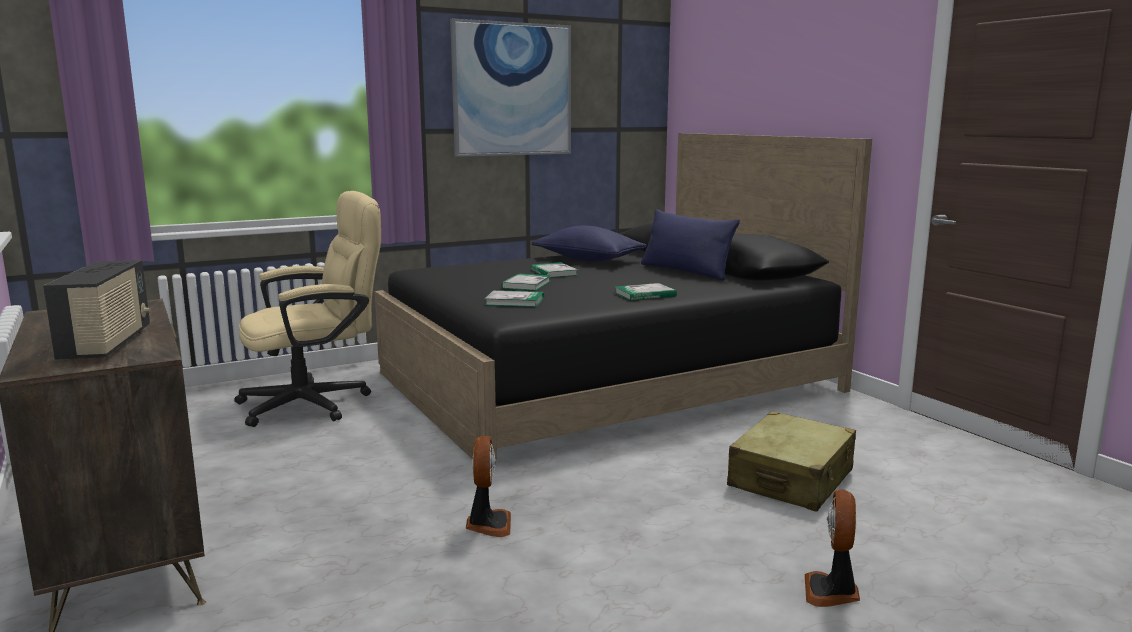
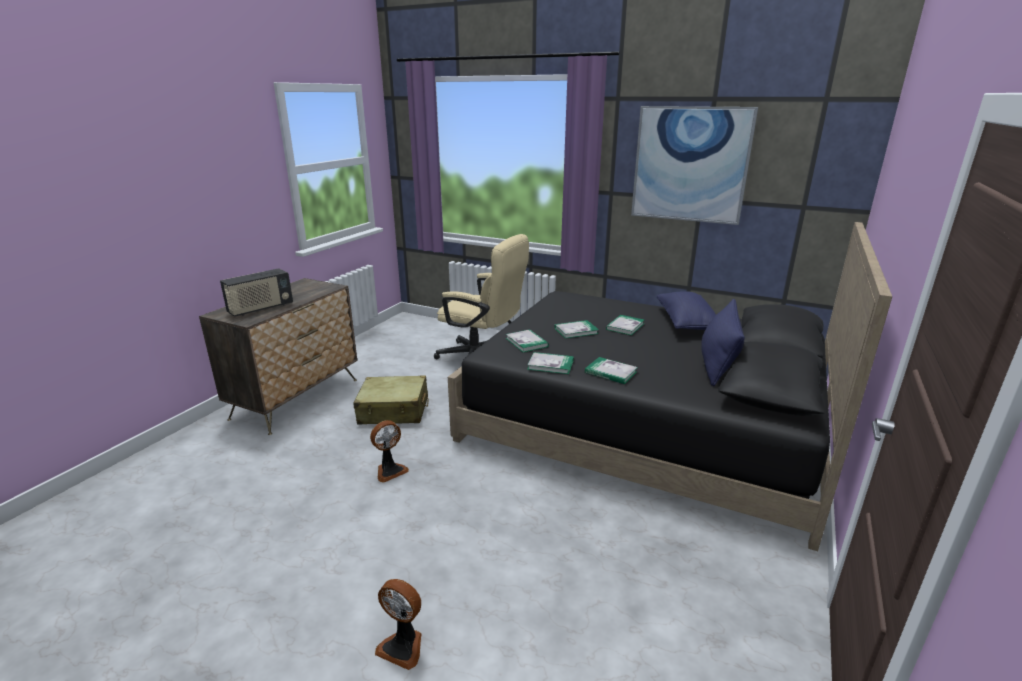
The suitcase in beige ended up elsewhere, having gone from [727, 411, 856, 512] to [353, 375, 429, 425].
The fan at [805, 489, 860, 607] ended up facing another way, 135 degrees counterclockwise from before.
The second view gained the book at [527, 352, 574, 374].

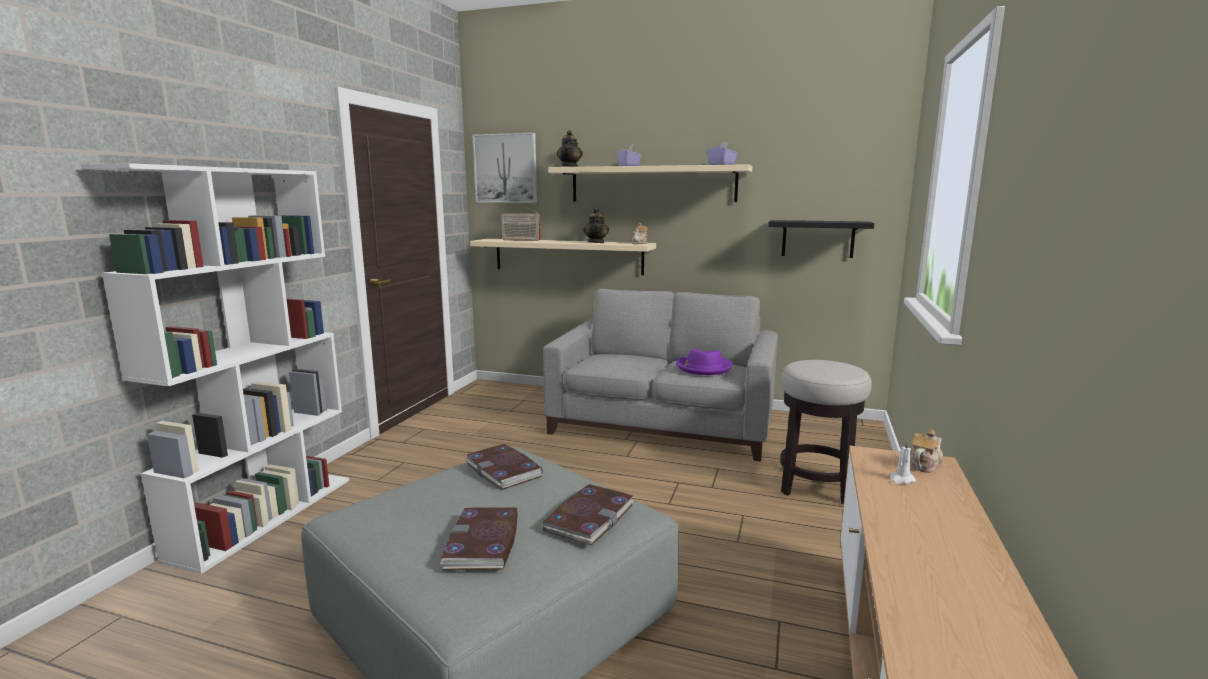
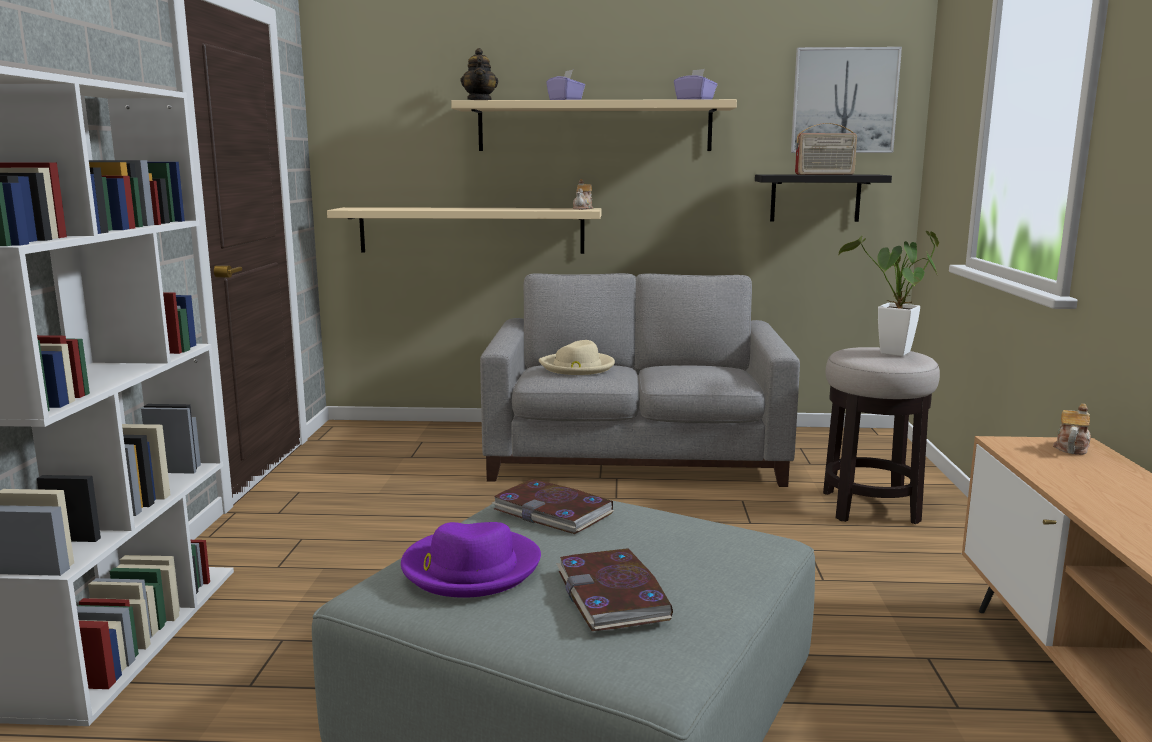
The hat in purple ended up elsewhere, having gone from [676, 349, 733, 375] to [401, 522, 541, 598].
The second view gained the hat in beige at [539, 340, 615, 375].
The picture ended up elsewhere, having gone from [473, 133, 537, 203] to [791, 47, 902, 153].
The radio ended up elsewhere, having gone from [501, 207, 541, 241] to [795, 123, 857, 175].
The second view gained the potted plant at [839, 231, 939, 356].
The second view lost the book at [543, 484, 634, 546].
The second view lost the teapot at [583, 208, 609, 243].
The second view lost the candle in white at [890, 440, 916, 484].

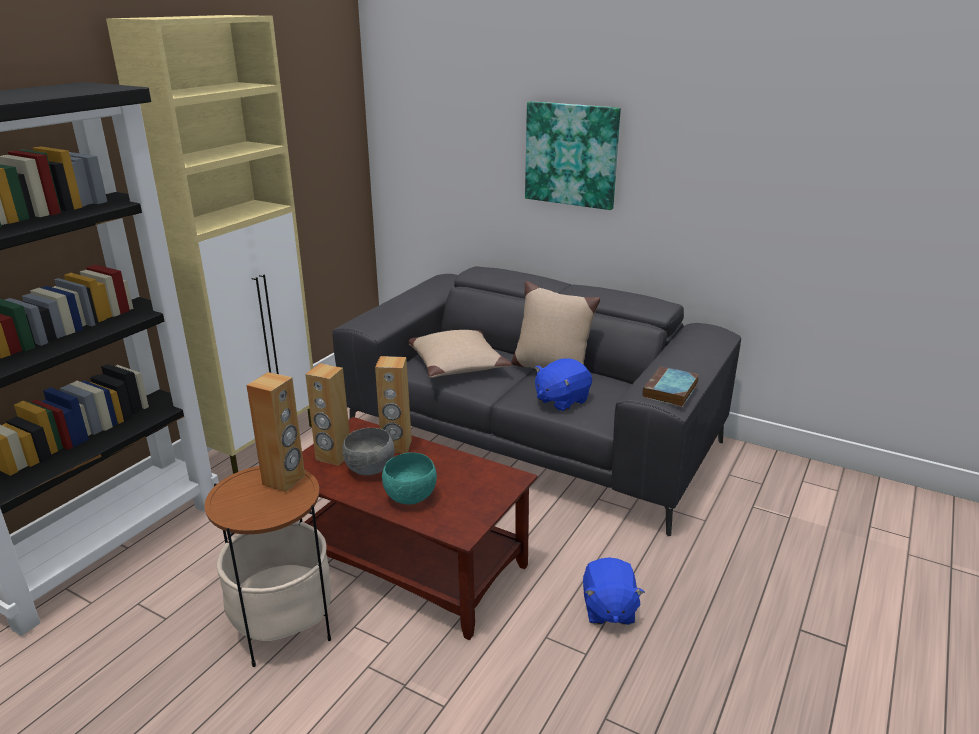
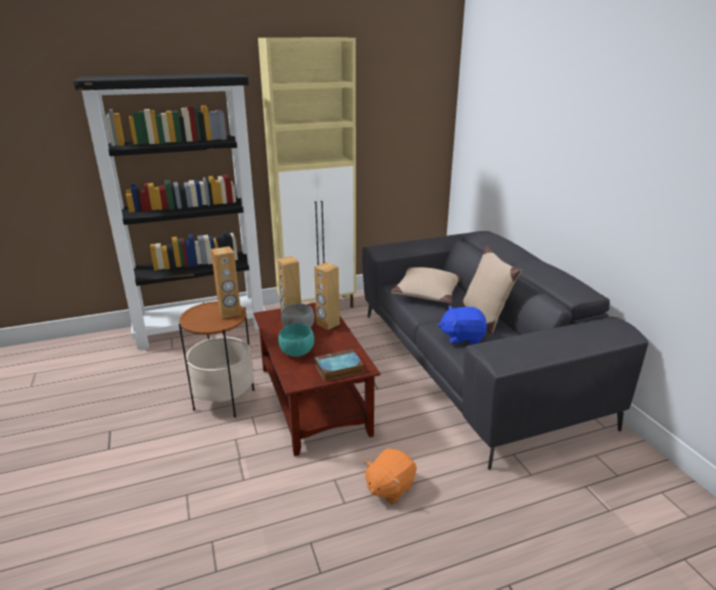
The book ended up elsewhere, having gone from [642, 366, 699, 407] to [314, 349, 364, 381].
What was the plush toy in blue at [583, 557, 645, 625] turned into the plush toy in orange at [364, 448, 417, 505].
The second view lost the picture at [525, 101, 621, 210].

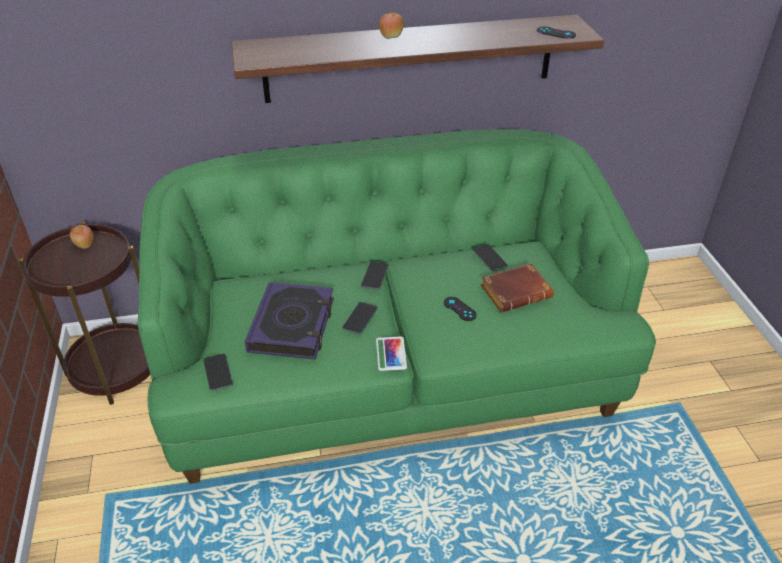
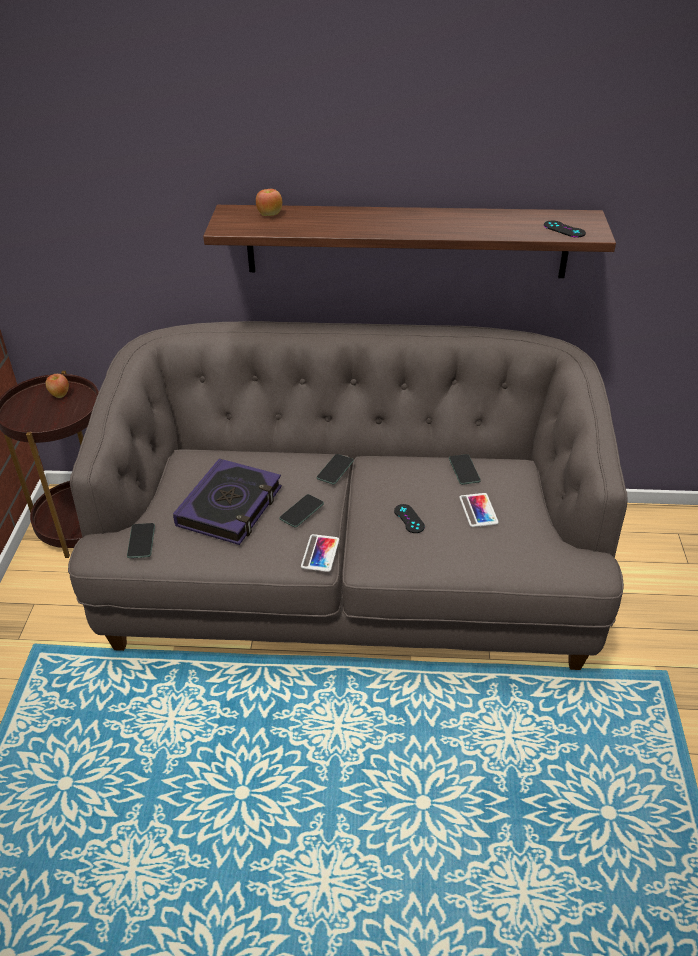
What was the sofa in green at [138, 129, 656, 484] turned into the sofa in grey at [68, 321, 627, 670].
The apple ended up elsewhere, having gone from [379, 13, 404, 39] to [256, 189, 282, 216].
Where the book in brown stood at [480, 263, 554, 313], the phone came to stand at [459, 493, 499, 527].

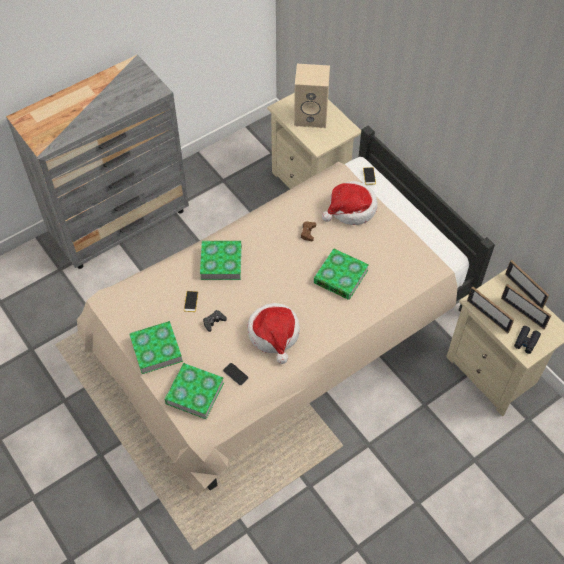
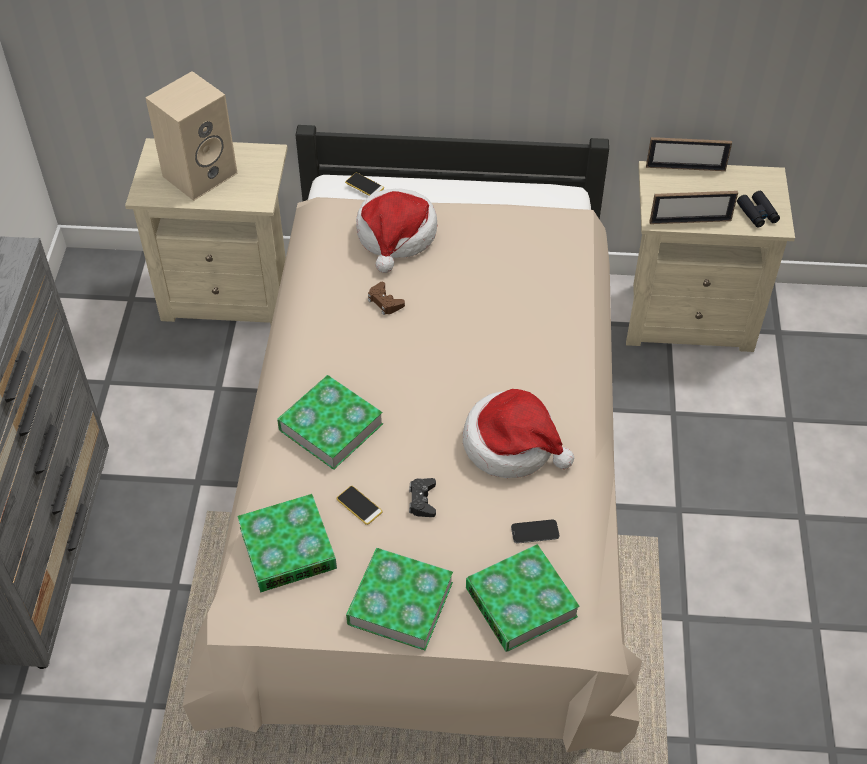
The book ended up elsewhere, having gone from [314, 248, 369, 300] to [237, 494, 337, 593].
The second view lost the picture frame at [501, 284, 552, 329].

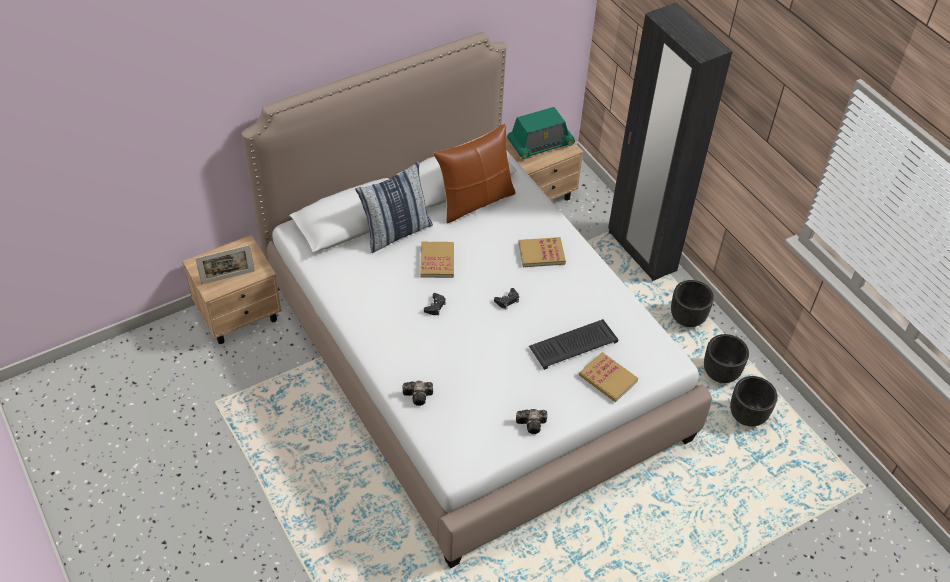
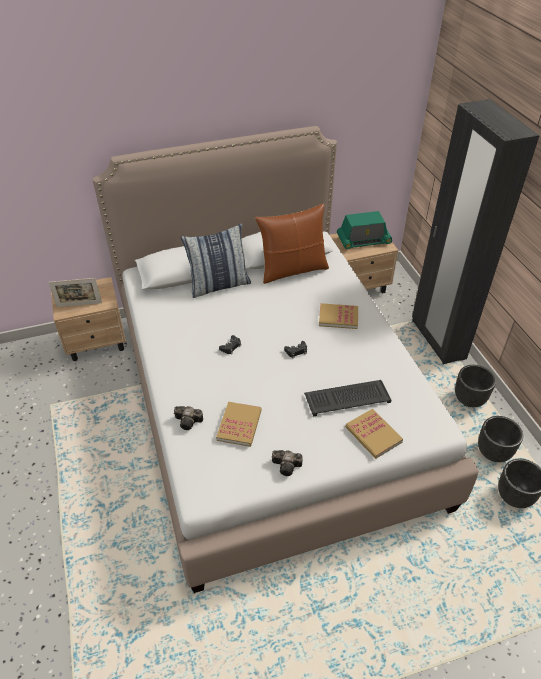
The book ended up elsewhere, having gone from [420, 242, 454, 278] to [216, 402, 262, 447].

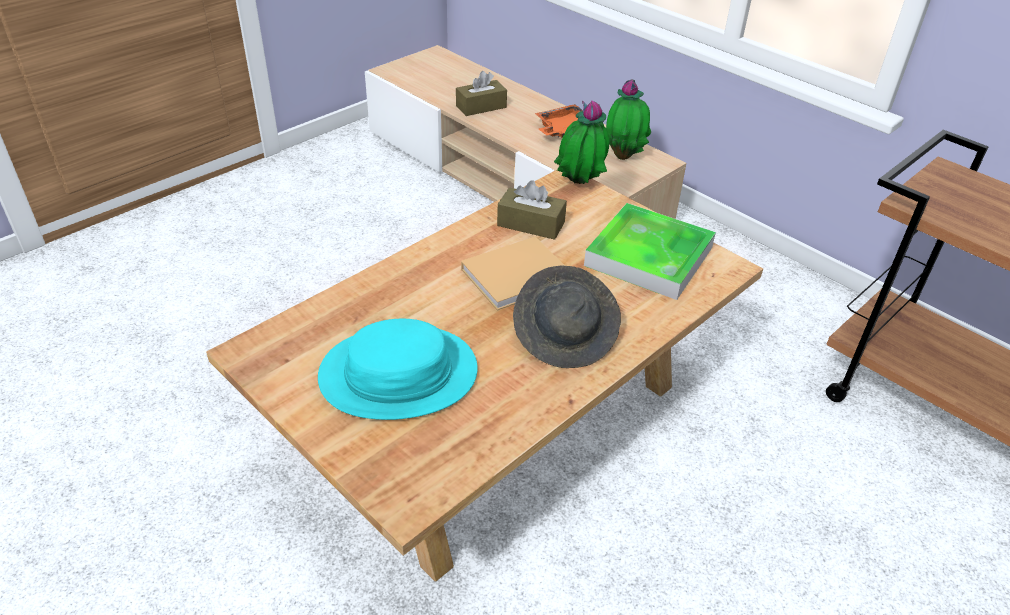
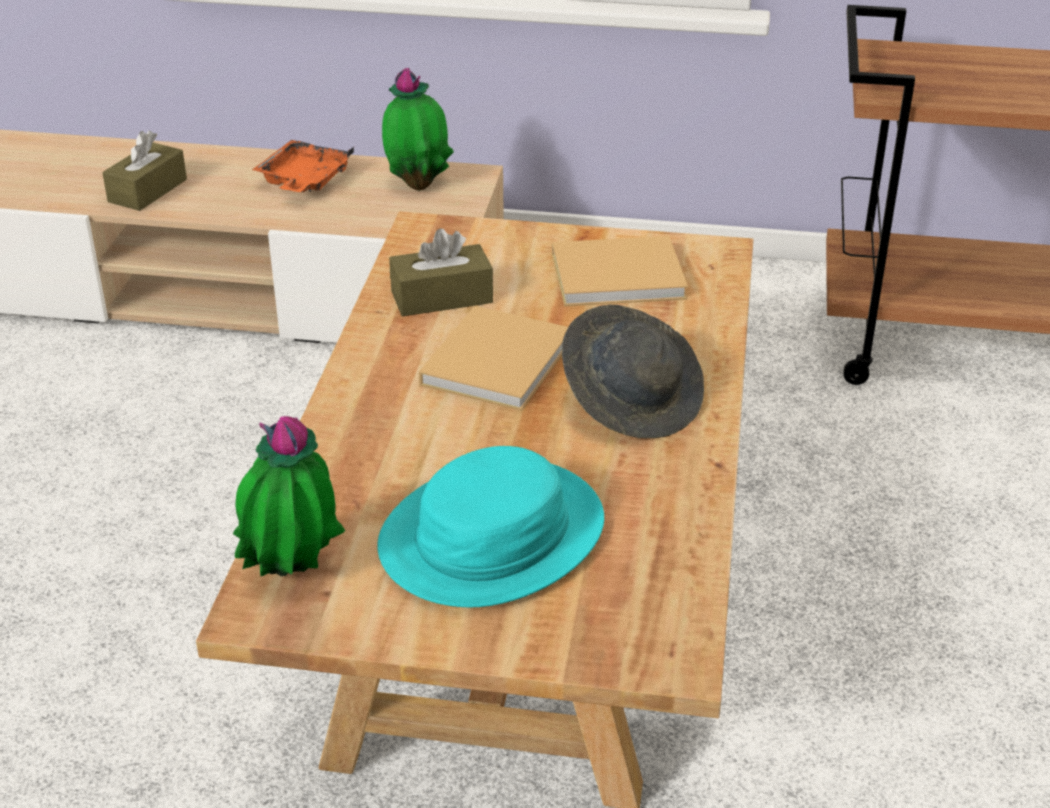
The potted plant ended up elsewhere, having gone from [554, 101, 610, 184] to [233, 416, 345, 576].
Where the tray stood at [584, 203, 716, 300], the book in beige came to stand at [552, 236, 688, 306].

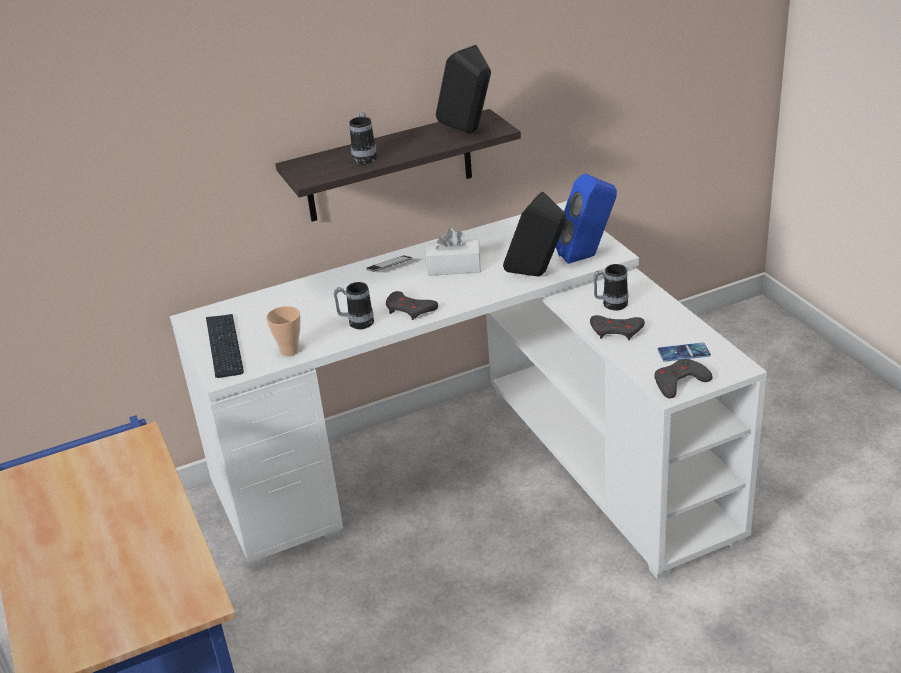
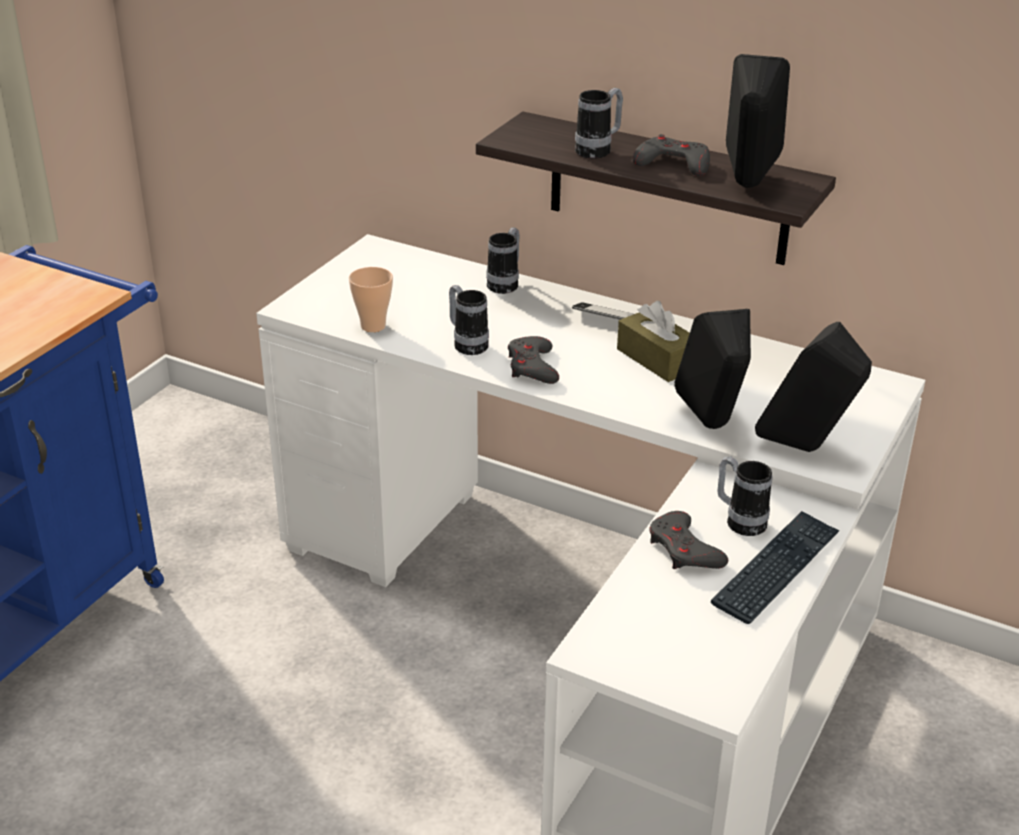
The second view gained the mug at [486, 227, 520, 294].
What was the tissue box in white at [426, 228, 481, 276] turned into the tissue box in brown at [617, 301, 690, 382].
The game controller in grey ended up elsewhere, having gone from [654, 359, 712, 399] to [633, 134, 710, 176].
The keyboard ended up elsewhere, having gone from [206, 314, 244, 378] to [711, 511, 840, 624].
What was the speaker in blue at [556, 173, 617, 264] turned into the speaker in black at [755, 322, 872, 452].
The second view lost the phone at [658, 343, 711, 362].

